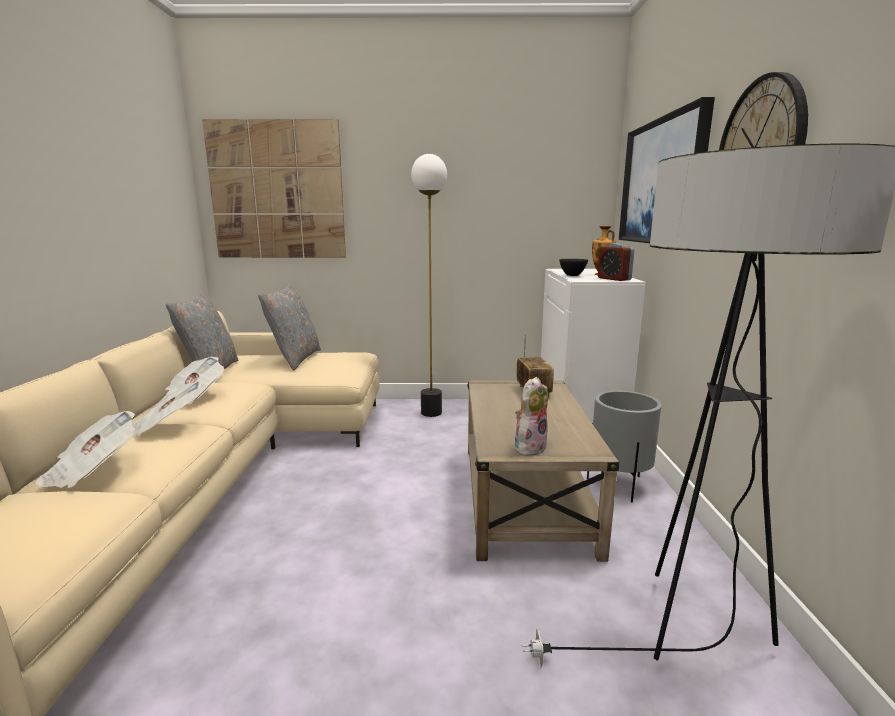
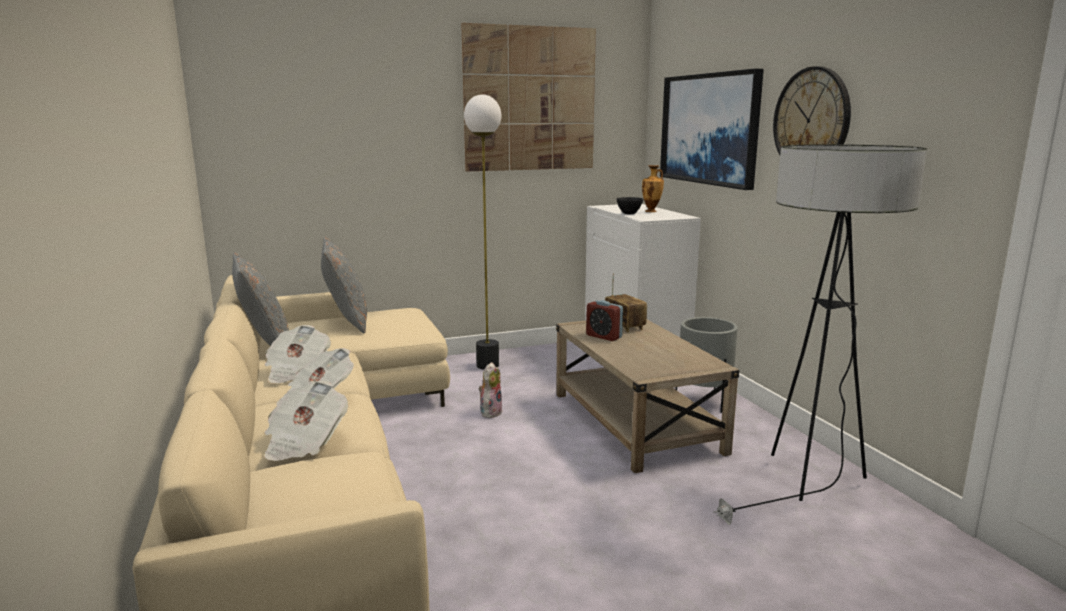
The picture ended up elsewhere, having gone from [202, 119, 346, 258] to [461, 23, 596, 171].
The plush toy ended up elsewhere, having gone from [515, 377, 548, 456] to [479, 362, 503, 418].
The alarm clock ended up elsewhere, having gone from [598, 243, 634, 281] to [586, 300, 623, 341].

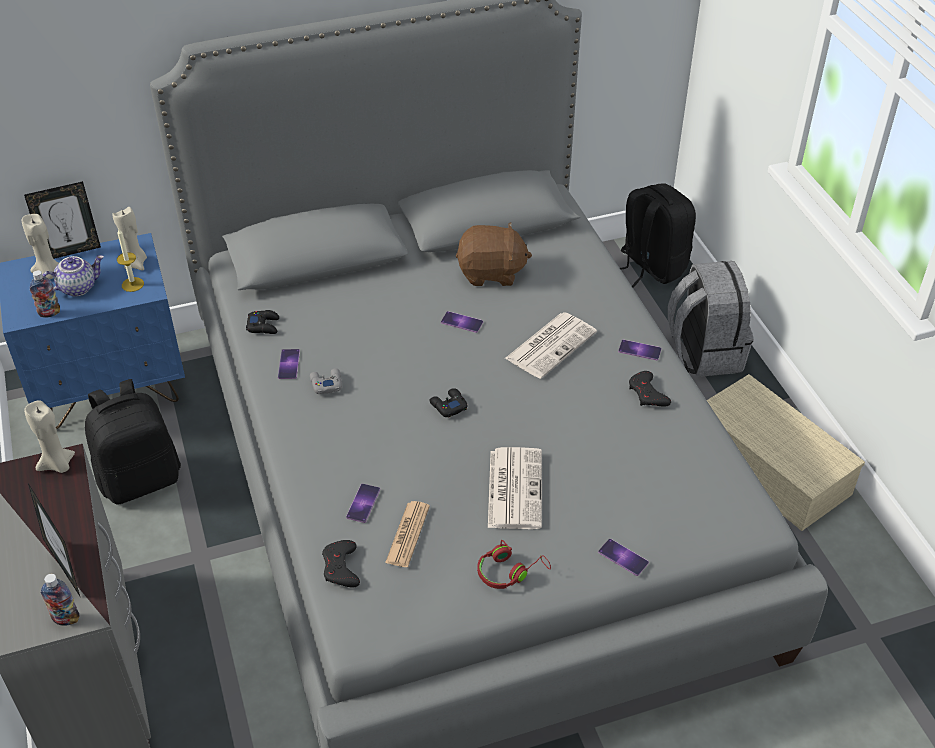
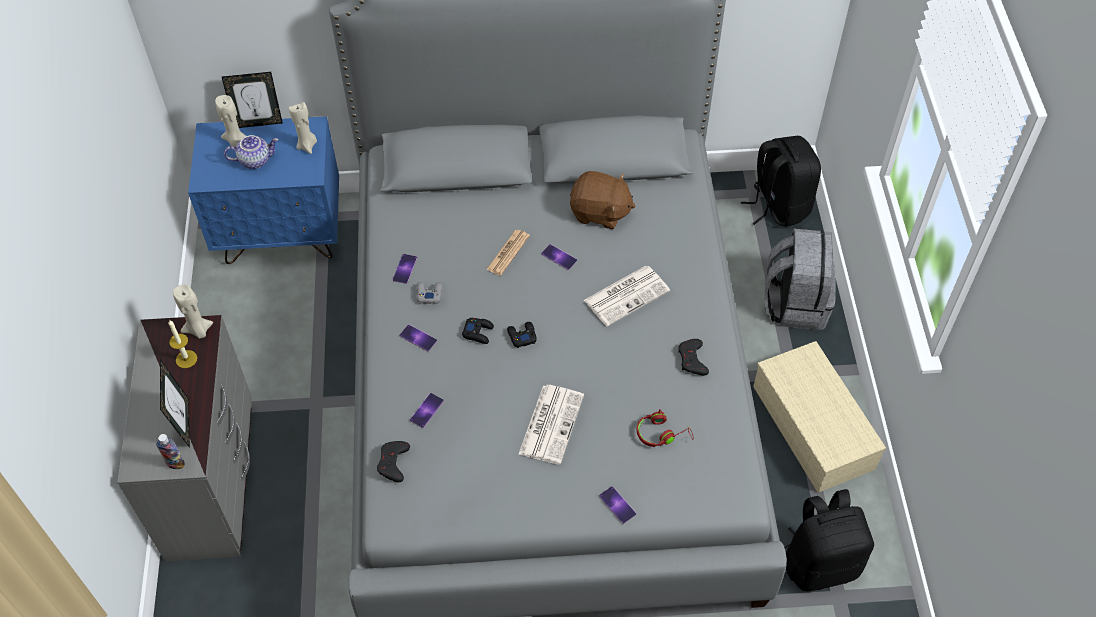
The candle ended up elsewhere, having gone from [117, 229, 144, 292] to [168, 320, 197, 368].
The phone ended up elsewhere, having gone from [618, 340, 662, 360] to [399, 325, 437, 351].
The game controller in black ended up elsewhere, having gone from [246, 310, 279, 334] to [462, 318, 494, 344].
The newspaper ended up elsewhere, having gone from [385, 501, 430, 567] to [486, 230, 530, 276].
The headphones in red ended up elsewhere, having gone from [477, 540, 551, 589] to [637, 409, 694, 447].
The backpack in black ended up elsewhere, having gone from [85, 379, 181, 505] to [785, 489, 874, 591].
The second view lost the bottle at [30, 270, 60, 318].

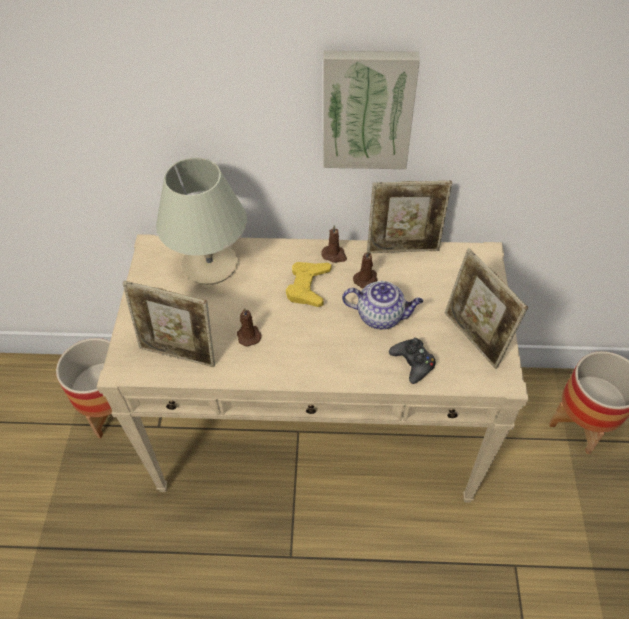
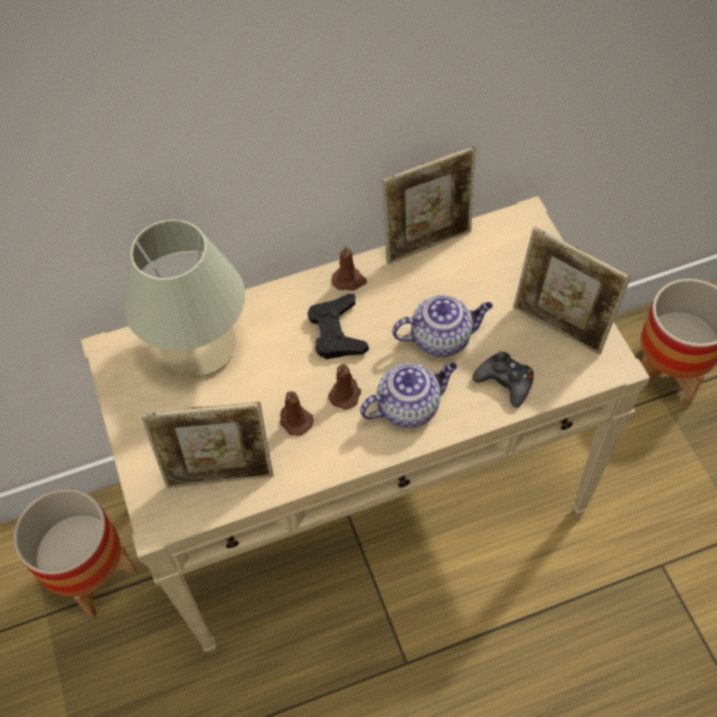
What was the game controller in yellow at [286, 262, 332, 307] turned into the game controller in black at [307, 294, 369, 359].
The candle in brown ended up elsewhere, having gone from [353, 250, 378, 289] to [328, 363, 361, 409].
The second view gained the teapot at [360, 363, 457, 428].
The second view lost the picture at [323, 51, 420, 169].

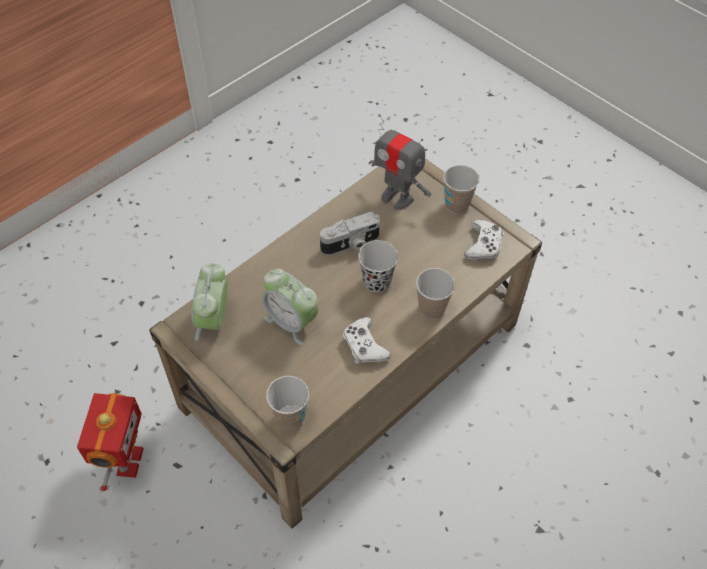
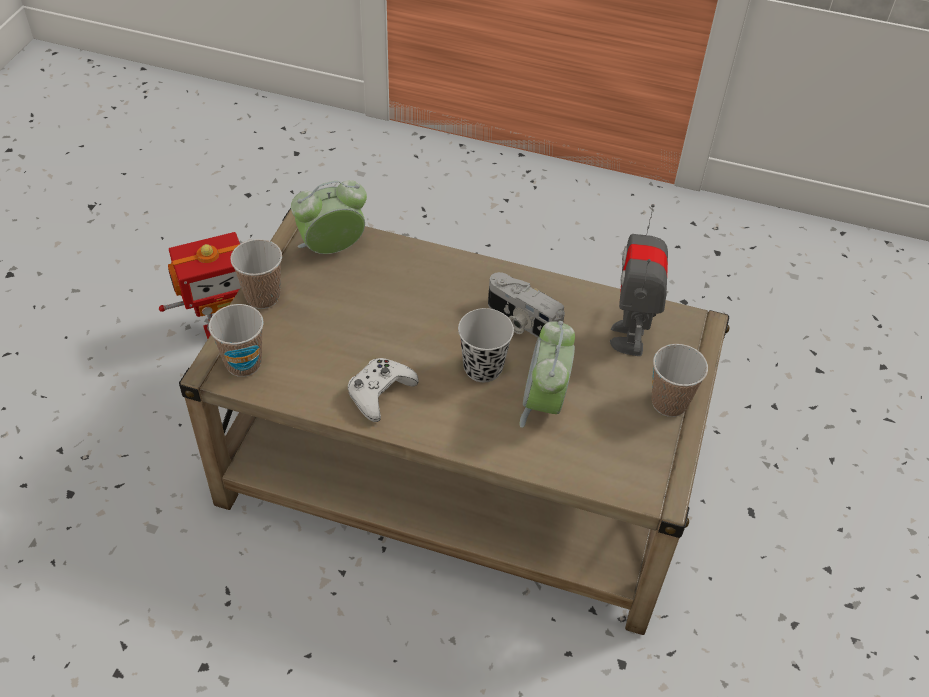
The cup ended up elsewhere, having gone from [416, 268, 455, 319] to [231, 239, 282, 309].
The alarm clock ended up elsewhere, having gone from [263, 269, 318, 345] to [520, 321, 575, 428].
The second view lost the game controller in white at [464, 220, 504, 260].

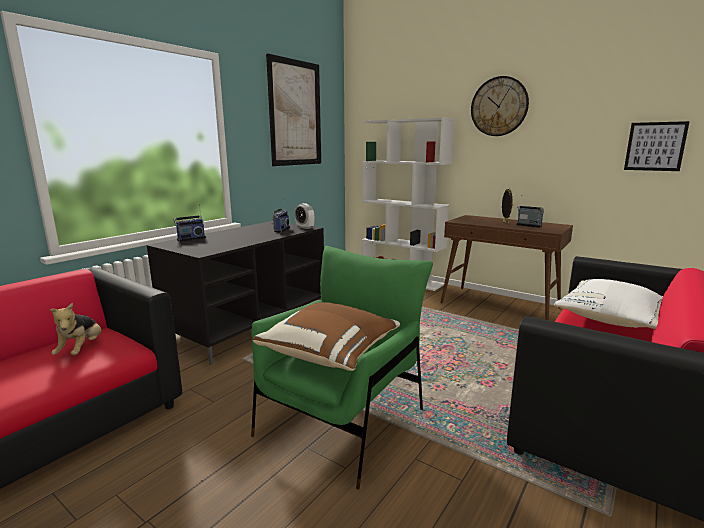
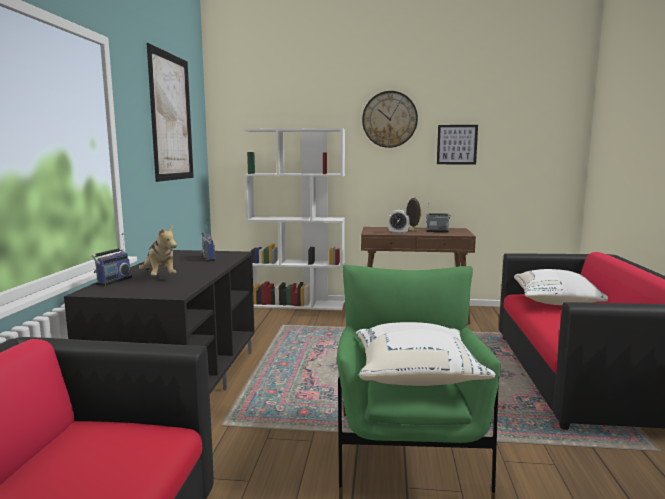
The plush toy ended up elsewhere, having gone from [50, 302, 101, 355] to [139, 226, 177, 276].
What was the pillow in brown at [253, 302, 400, 371] turned into the pillow in white at [356, 322, 496, 386].
The alarm clock ended up elsewhere, having gone from [295, 203, 314, 229] to [388, 210, 410, 234].
The picture ended up elsewhere, having gone from [624, 121, 690, 171] to [437, 125, 478, 164].

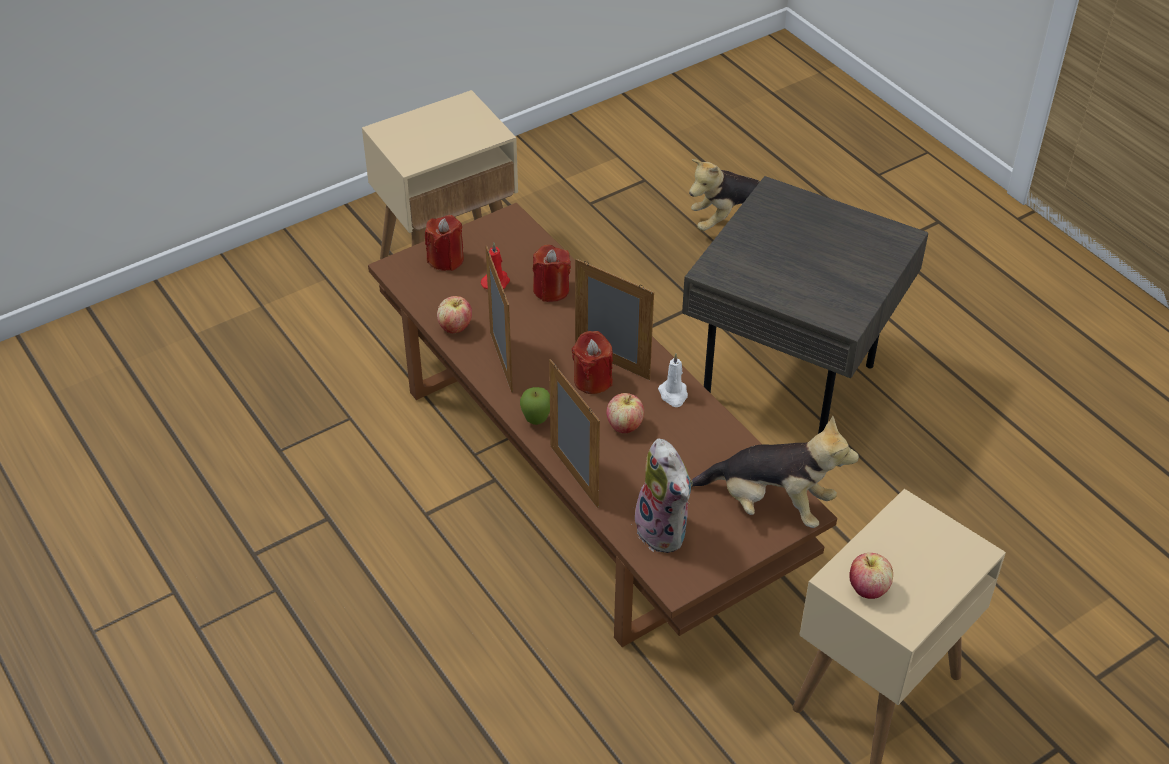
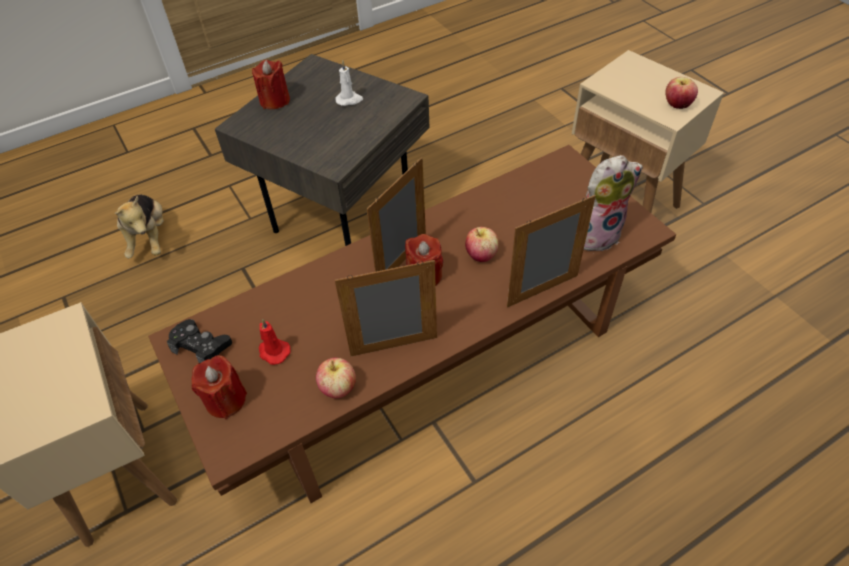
The second view gained the game controller in black at [167, 319, 232, 363].
The candle in red ended up elsewhere, having gone from [533, 245, 571, 302] to [252, 60, 290, 109].
The candle in white ended up elsewhere, having gone from [658, 354, 688, 407] to [335, 61, 363, 106].
The second view lost the apple at [520, 387, 550, 425].
The second view lost the plush toy at [691, 416, 859, 528].

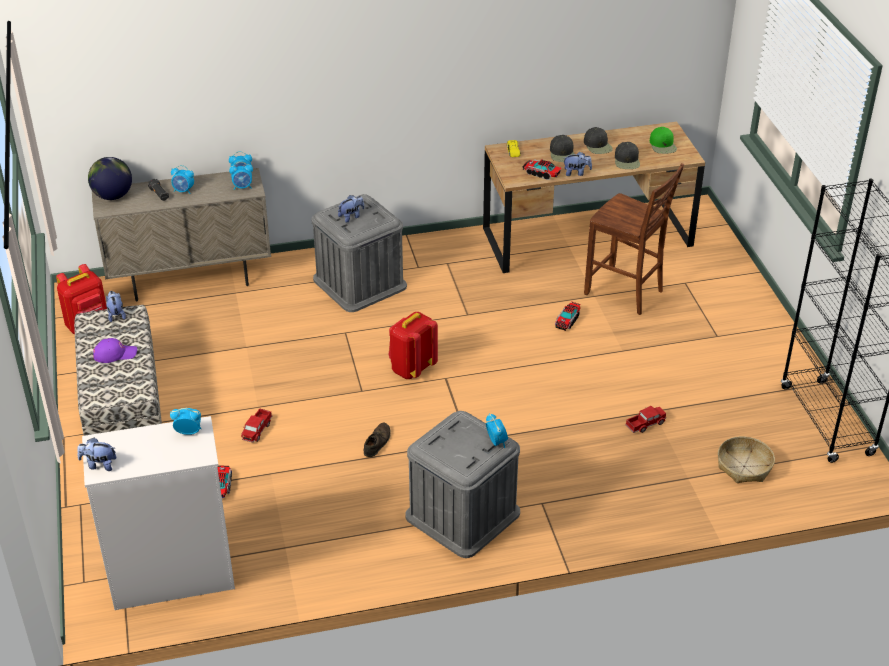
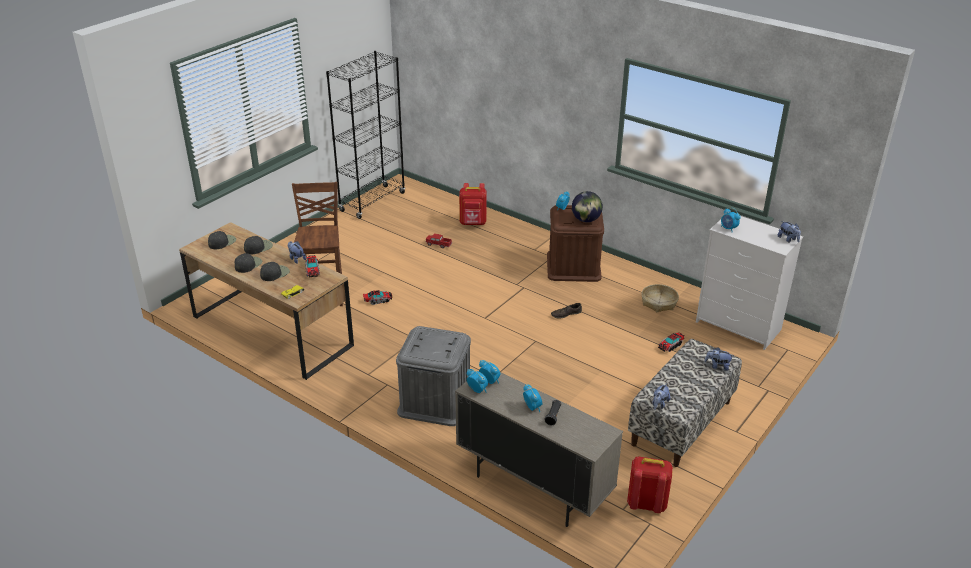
What was the cap in green at [650, 127, 677, 154] turned into the cap in black at [208, 231, 236, 249].
The backpack in red ended up elsewhere, having gone from [389, 312, 438, 379] to [459, 183, 487, 225].
What was the storage box in grey at [405, 411, 520, 558] turned into the storage box in brown at [547, 205, 604, 282].
The globe ended up elsewhere, having gone from [88, 157, 132, 200] to [572, 191, 603, 222].
The basket ended up elsewhere, having gone from [718, 436, 775, 483] to [641, 284, 679, 312].
The plush toy ended up elsewhere, having gone from [338, 195, 364, 223] to [704, 347, 734, 371].
The second view lost the cap in purple at [93, 338, 137, 363].
The second view lost the toy truck at [241, 408, 272, 443].

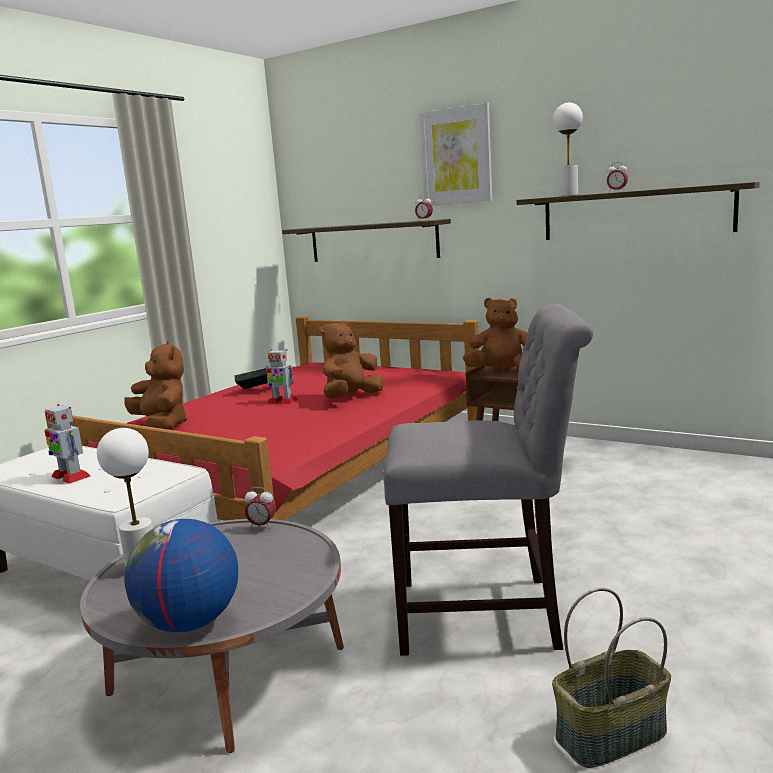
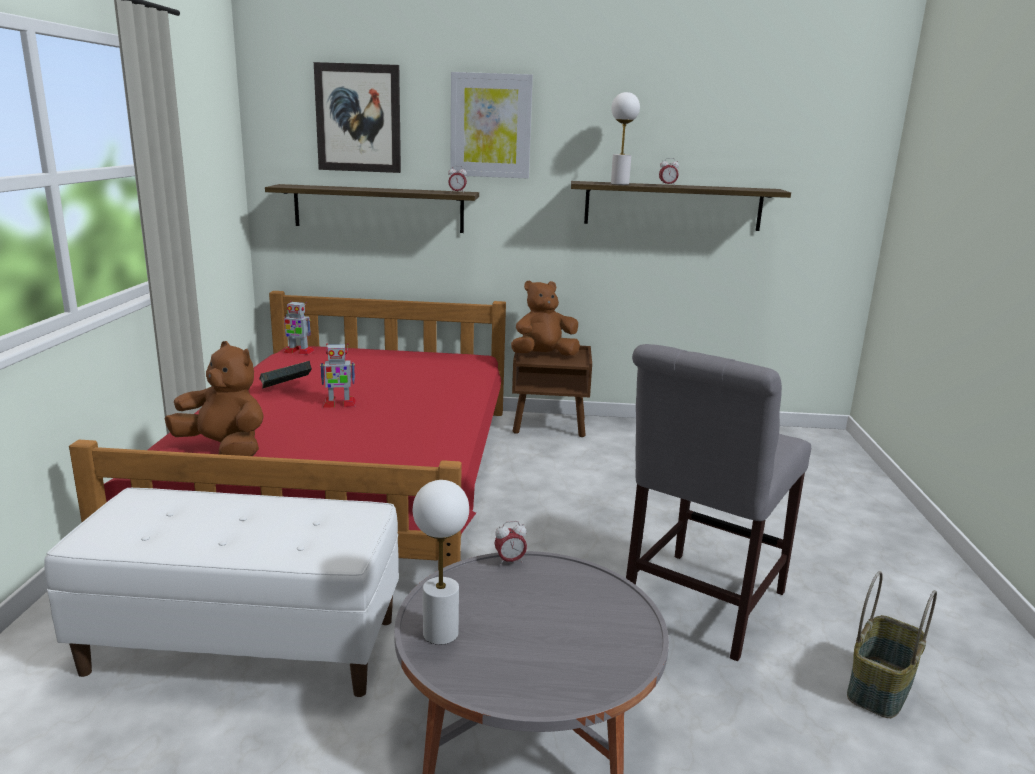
The toy robot ended up elsewhere, having gone from [45, 404, 91, 484] to [283, 301, 315, 355].
The second view gained the picture at [314, 62, 401, 173].
The chair in grey at [383, 304, 593, 656] ended up facing another way, 150 degrees clockwise from before.
The second view lost the globe at [124, 519, 238, 632].
The second view lost the plush toy in brown at [319, 321, 384, 398].

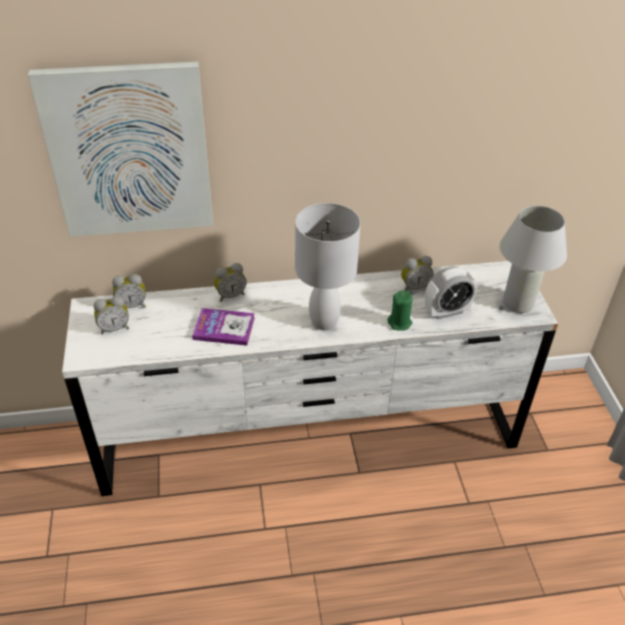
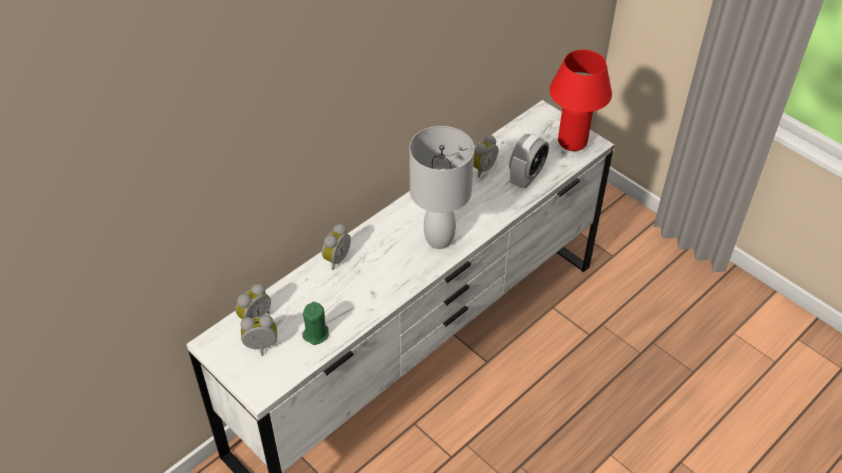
The alarm clock at [94, 296, 129, 335] ended up facing another way, 135 degrees counterclockwise from before.
The candle in green ended up elsewhere, having gone from [387, 291, 413, 331] to [302, 302, 329, 345].
What was the table lamp in white at [500, 206, 567, 313] turned into the table lamp in red at [549, 50, 612, 151].
The second view lost the picture at [28, 62, 213, 236].
The second view lost the book at [192, 308, 255, 346].

